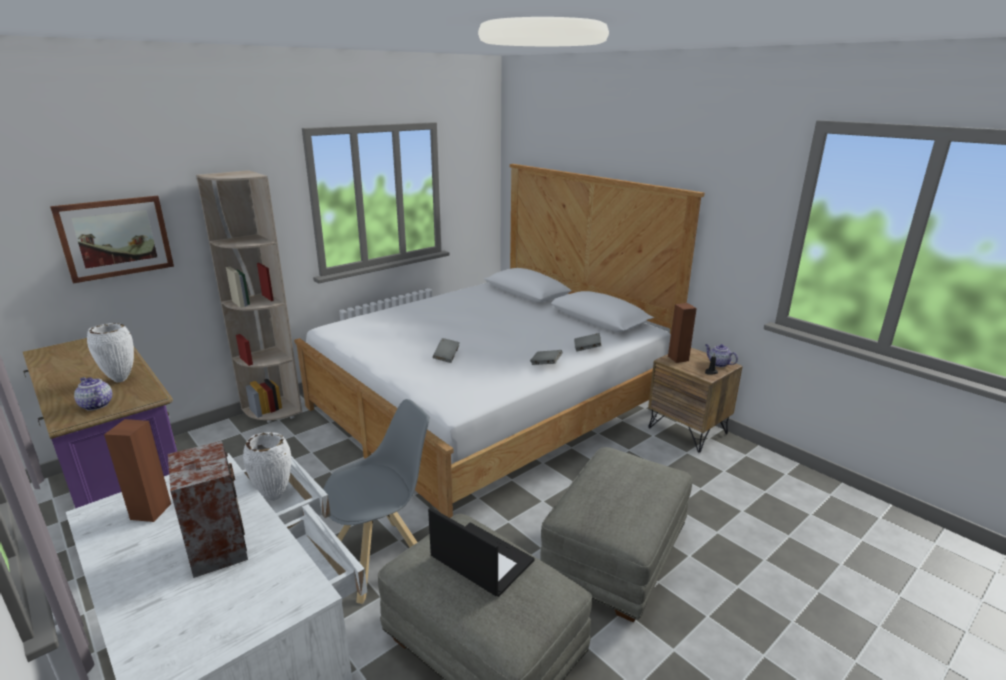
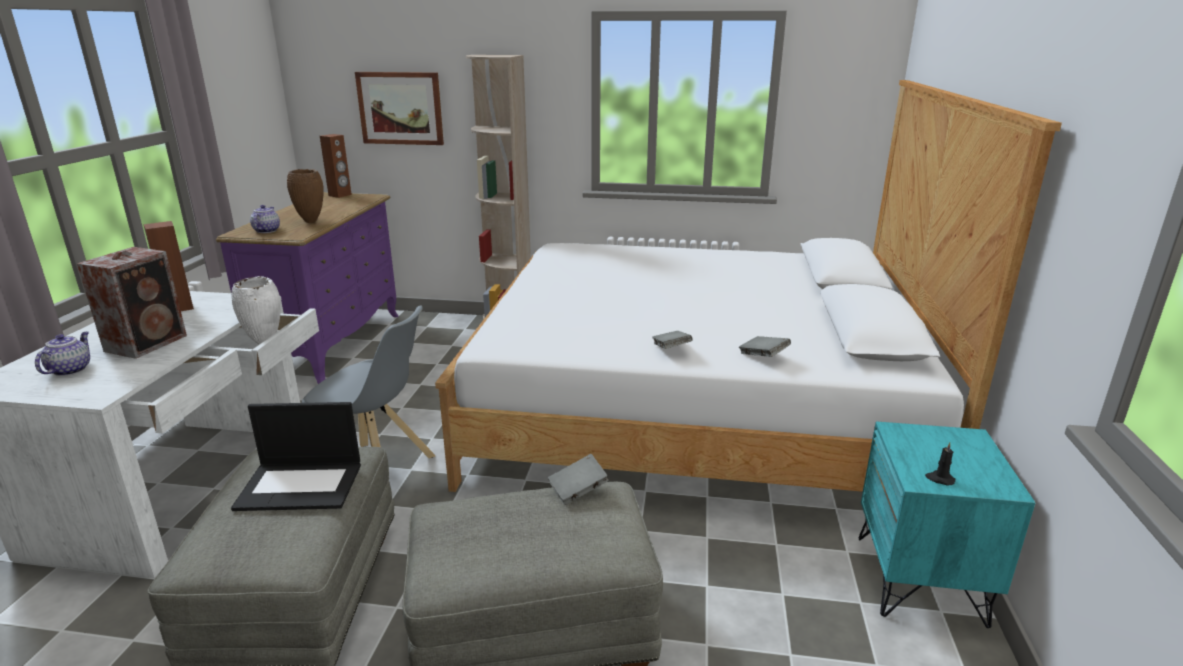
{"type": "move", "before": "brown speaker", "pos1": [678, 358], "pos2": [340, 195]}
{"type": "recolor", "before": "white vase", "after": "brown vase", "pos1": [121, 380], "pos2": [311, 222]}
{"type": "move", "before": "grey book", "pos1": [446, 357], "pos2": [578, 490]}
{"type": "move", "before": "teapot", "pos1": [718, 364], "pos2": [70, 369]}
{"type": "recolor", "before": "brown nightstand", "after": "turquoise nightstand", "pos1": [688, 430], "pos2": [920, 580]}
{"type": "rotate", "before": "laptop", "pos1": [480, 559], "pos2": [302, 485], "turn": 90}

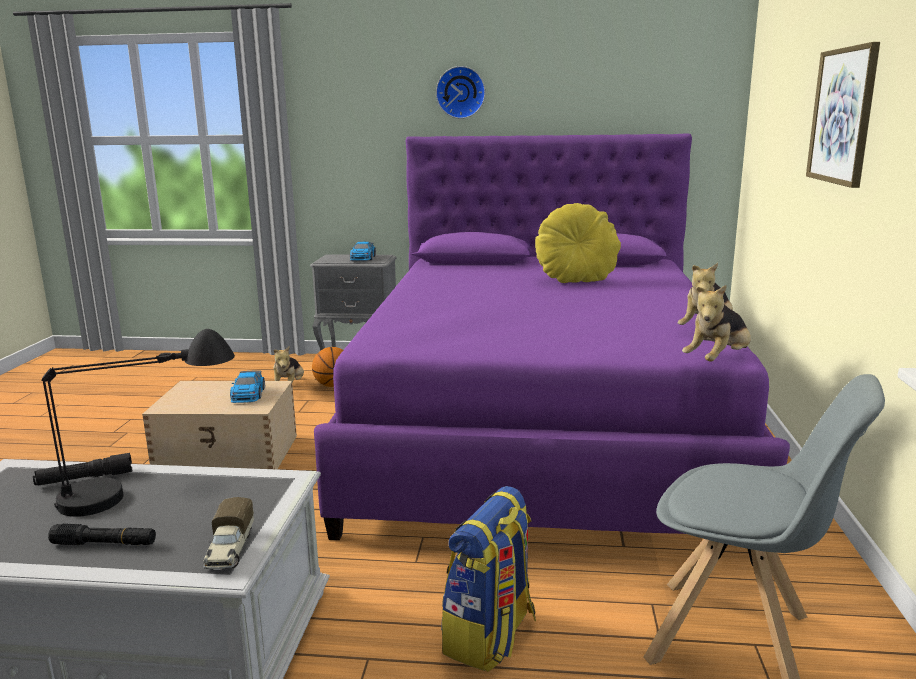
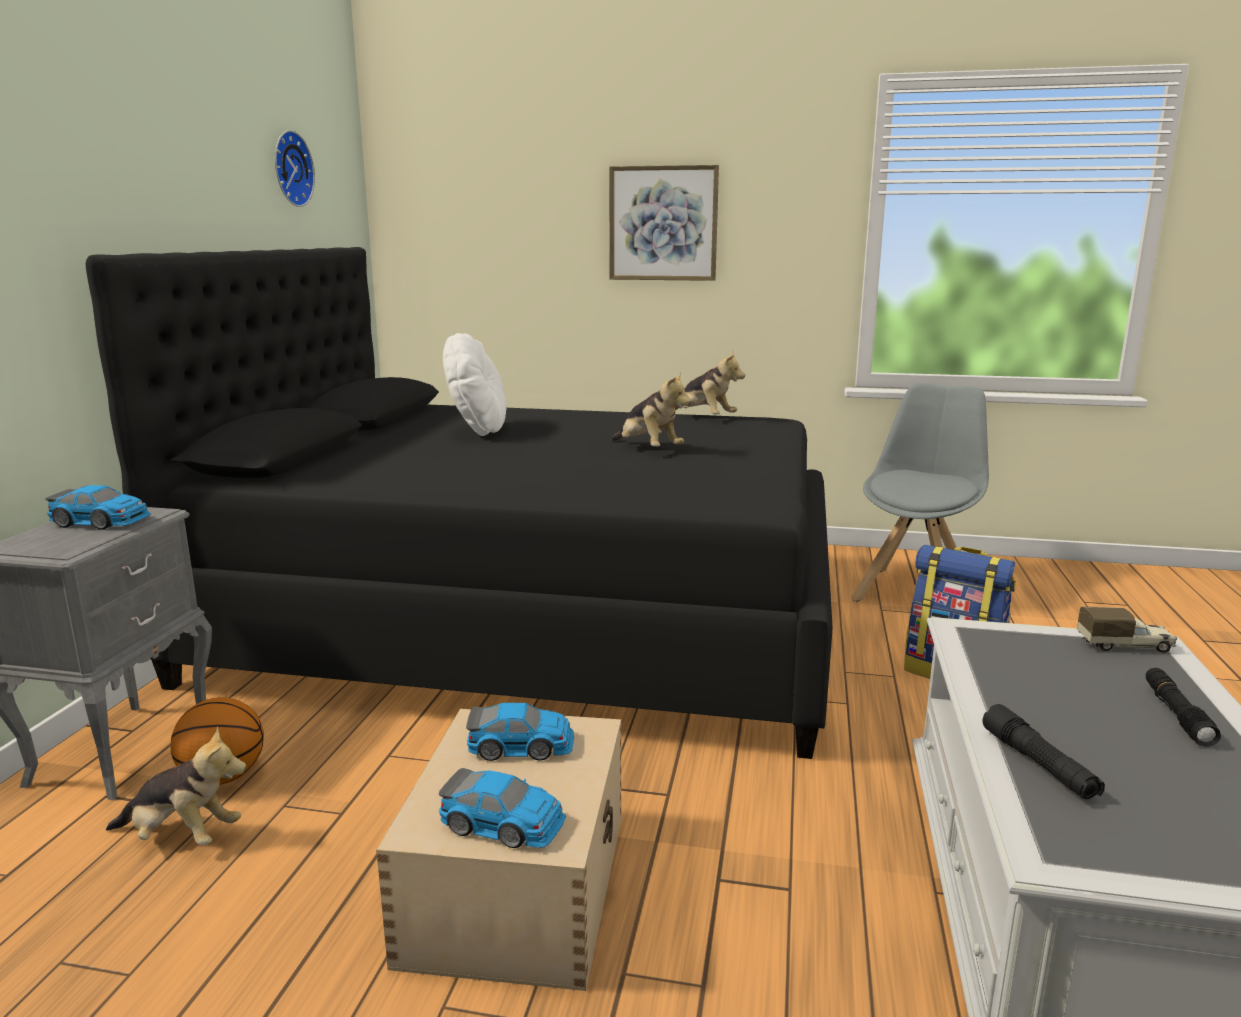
{"type": "move", "before": "wall clock", "pos1": [461, 92], "pos2": [289, 169]}
{"type": "recolor", "before": "purple bed", "after": "black bed", "pos1": [541, 430], "pos2": [535, 618]}
{"type": "recolor", "before": "yellow pillow", "after": "white pillow", "pos1": [576, 281], "pos2": [478, 432]}
{"type": "move", "before": "plush toy", "pos1": [718, 360], "pos2": [648, 450]}
{"type": "delete", "before": "black table lamp", "pos1": [149, 491]}
{"type": "insert", "after": "toy car", "pos2": [503, 824]}

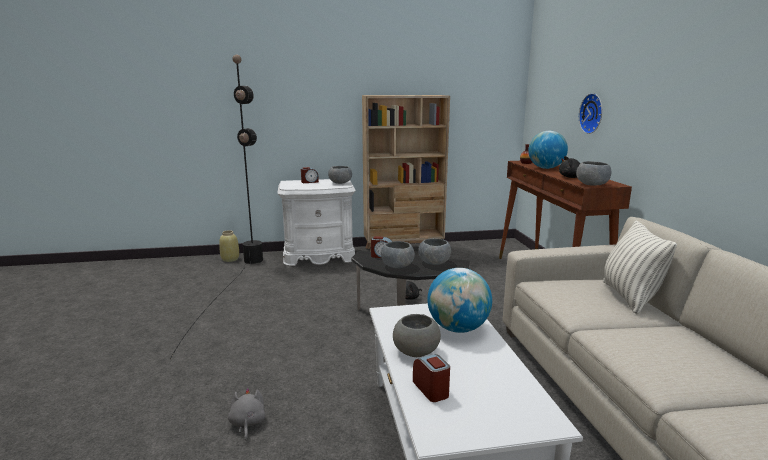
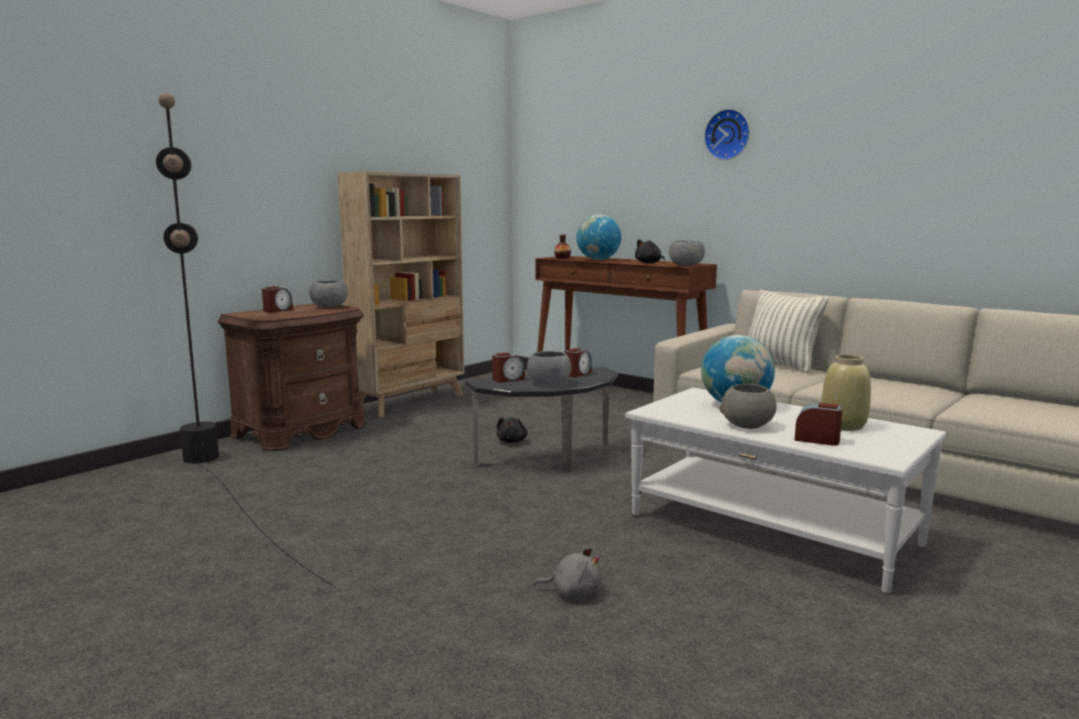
{"type": "move", "before": "wall clock", "pos1": [593, 113], "pos2": [728, 134]}
{"type": "recolor", "before": "white nightstand", "after": "brown nightstand", "pos1": [319, 257], "pos2": [305, 431]}
{"type": "move", "before": "beige vase", "pos1": [230, 259], "pos2": [843, 425]}
{"type": "replace", "before": "grey bowl", "after": "alarm clock", "pos1": [434, 262], "pos2": [577, 374]}
{"type": "rotate", "before": "grey plush toy", "pos1": [247, 423], "pos2": [573, 591], "turn": 150}

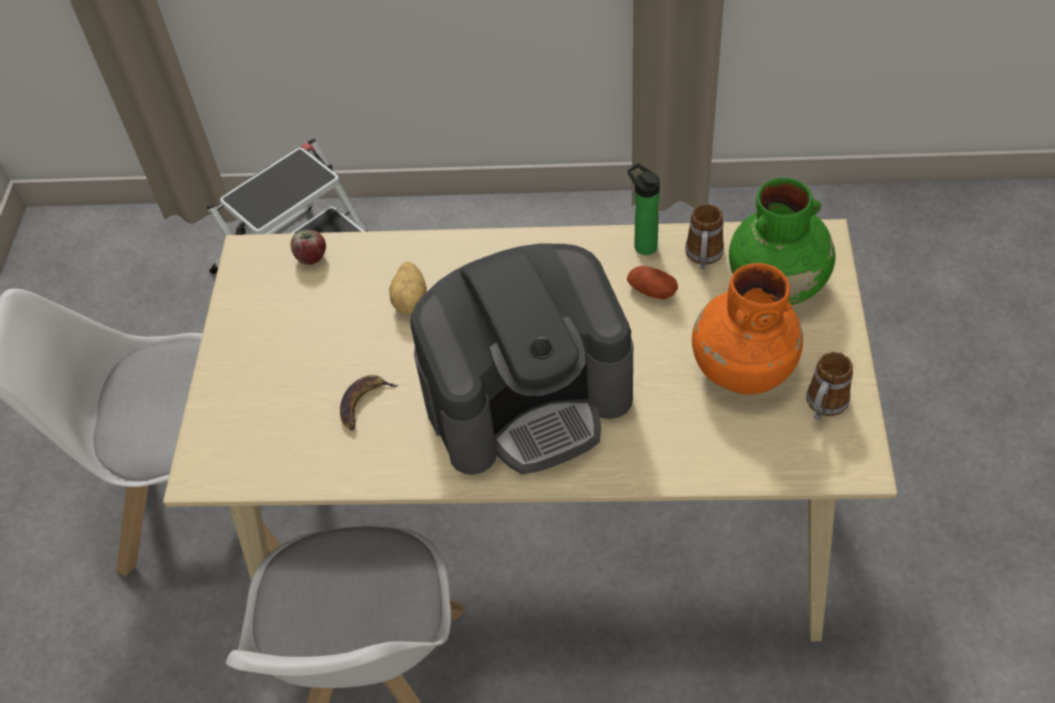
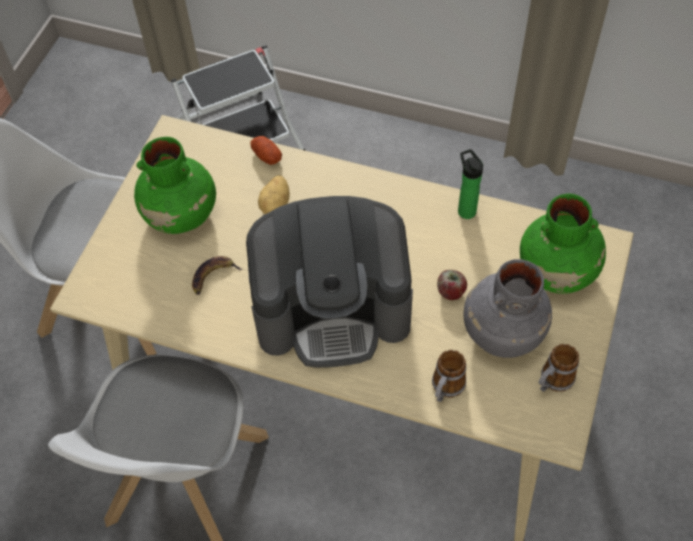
{"type": "move", "before": "mug", "pos1": [703, 258], "pos2": [445, 389]}
{"type": "move", "before": "apple", "pos1": [311, 257], "pos2": [451, 292]}
{"type": "recolor", "before": "orange vase", "after": "grey vase", "pos1": [742, 368], "pos2": [502, 332]}
{"type": "move", "before": "potato", "pos1": [651, 290], "pos2": [266, 156]}
{"type": "insert", "after": "green vase", "pos2": [181, 214]}

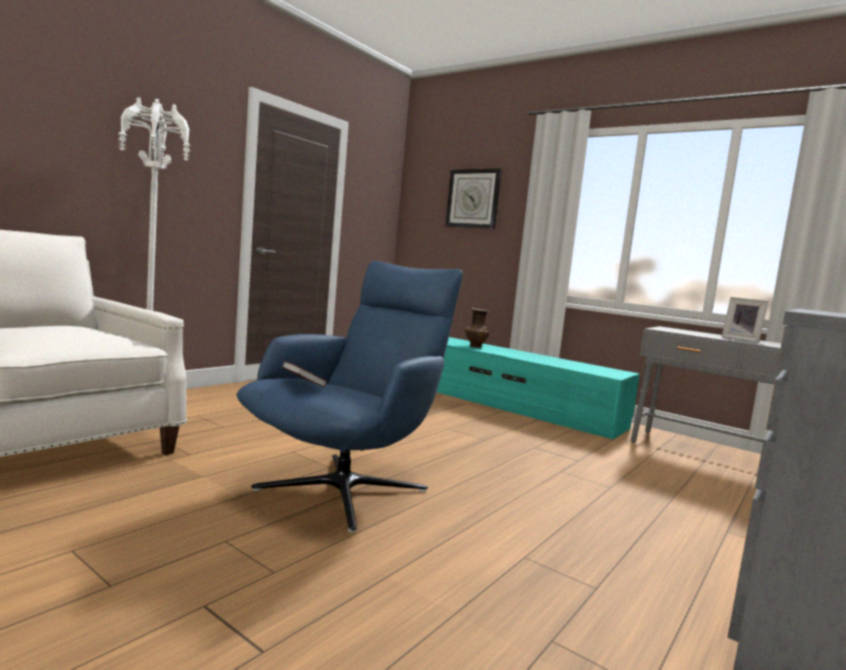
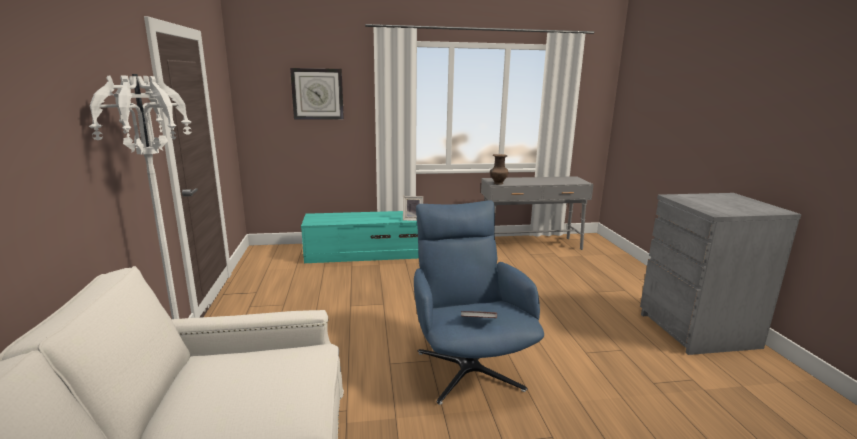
{"type": "move", "before": "picture frame", "pos1": [742, 339], "pos2": [413, 219]}
{"type": "move", "before": "brown vase", "pos1": [475, 346], "pos2": [498, 183]}

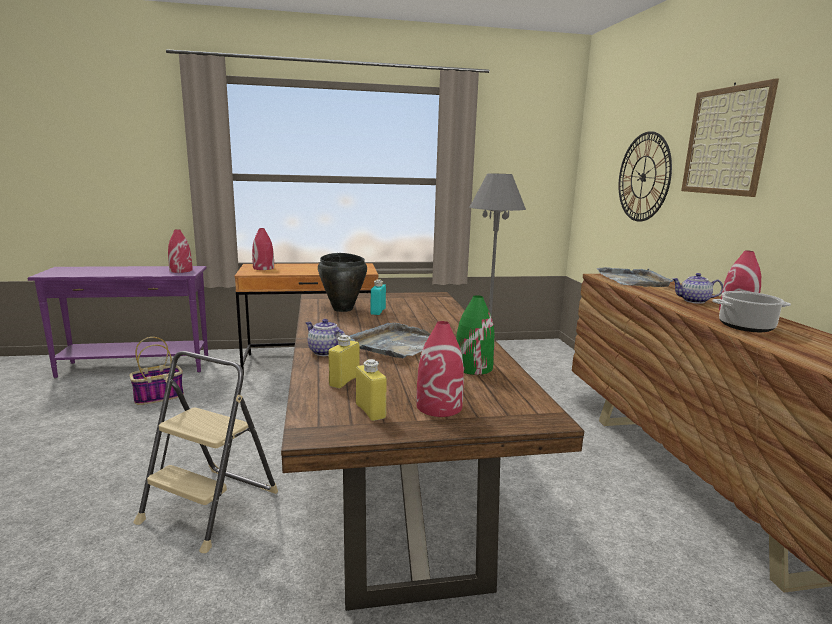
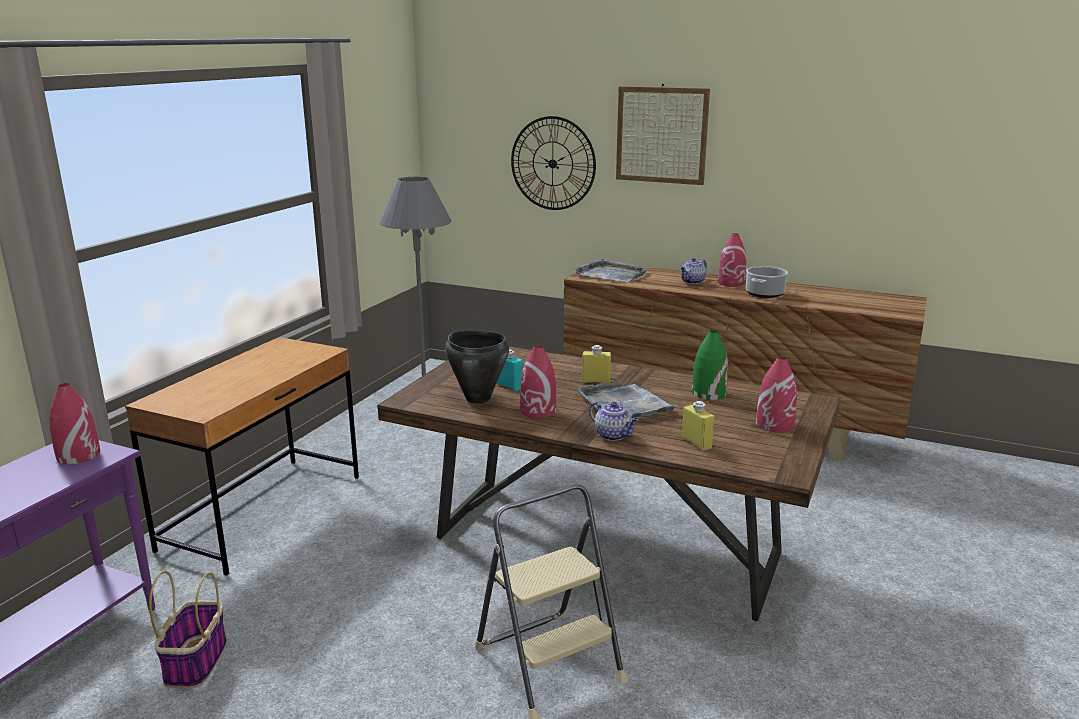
{"type": "move", "before": "red vase", "pos1": [263, 268], "pos2": [538, 411]}
{"type": "rotate", "before": "teapot", "pos1": [324, 352], "pos2": [613, 435], "turn": -120}
{"type": "move", "before": "yellow bottle", "pos1": [370, 411], "pos2": [596, 381]}

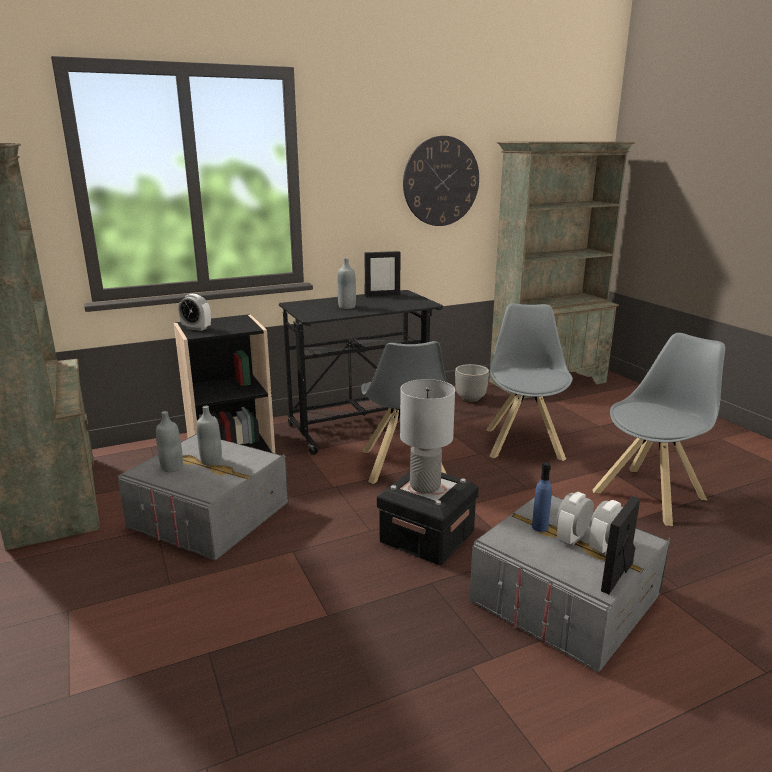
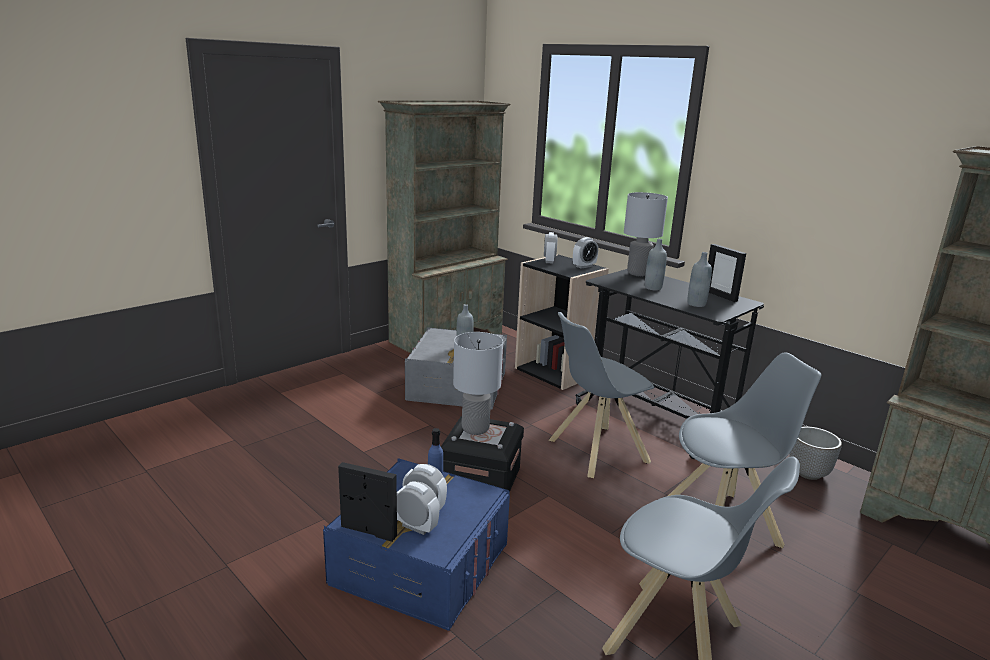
{"type": "delete", "before": "wall clock", "pos1": [441, 181]}
{"type": "move", "before": "grey bottle", "pos1": [172, 467], "pos2": [696, 304]}
{"type": "recolor", "before": "grey storage box", "after": "blue storage box", "pos1": [565, 599], "pos2": [420, 564]}
{"type": "insert", "after": "grey table lamp", "pos2": [637, 275]}
{"type": "insert", "after": "alarm clock", "pos2": [584, 266]}

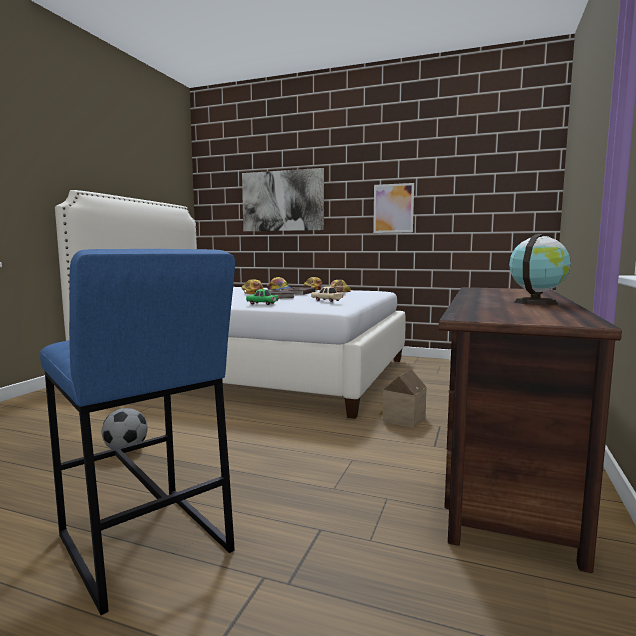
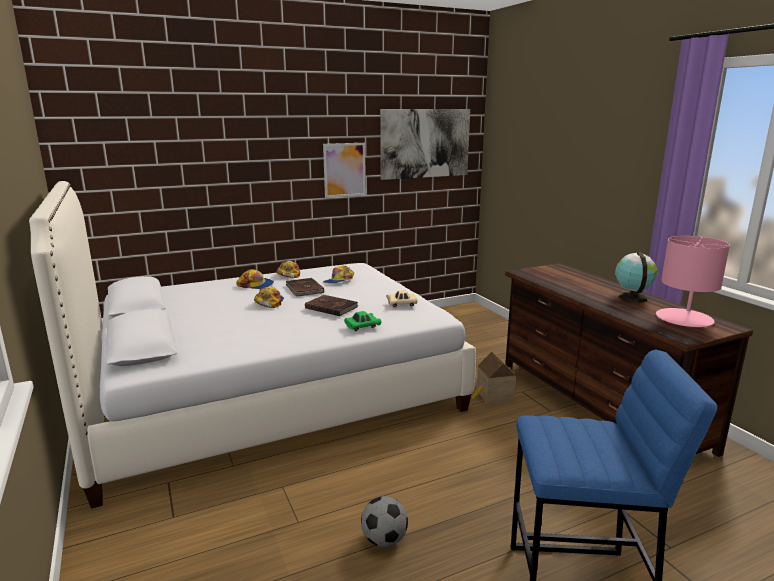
{"type": "move", "before": "picture", "pos1": [282, 201], "pos2": [425, 143]}
{"type": "insert", "after": "pink table lamp", "pos2": [684, 319]}

